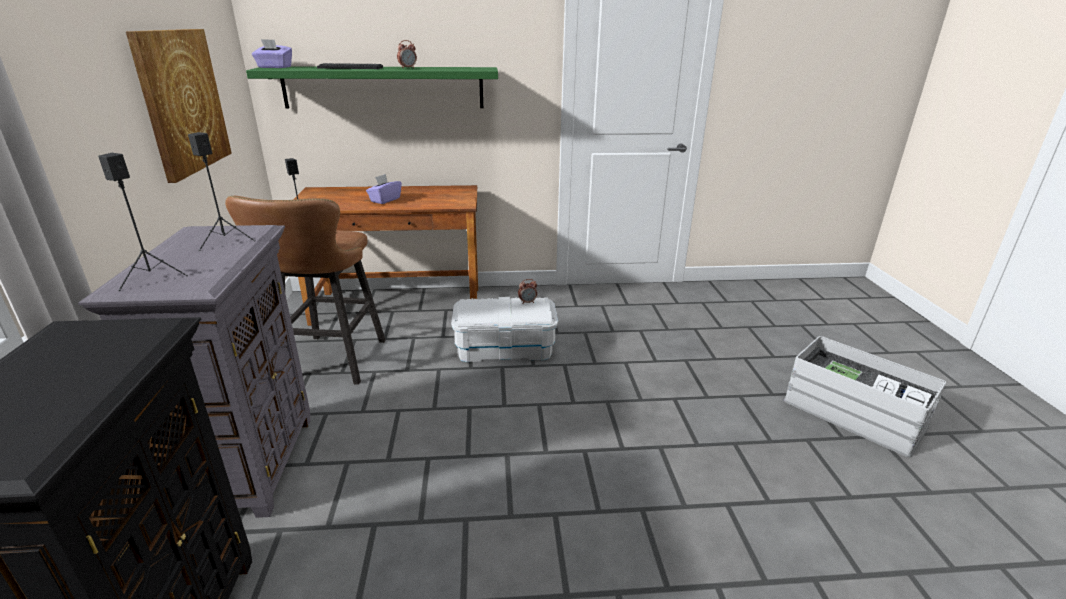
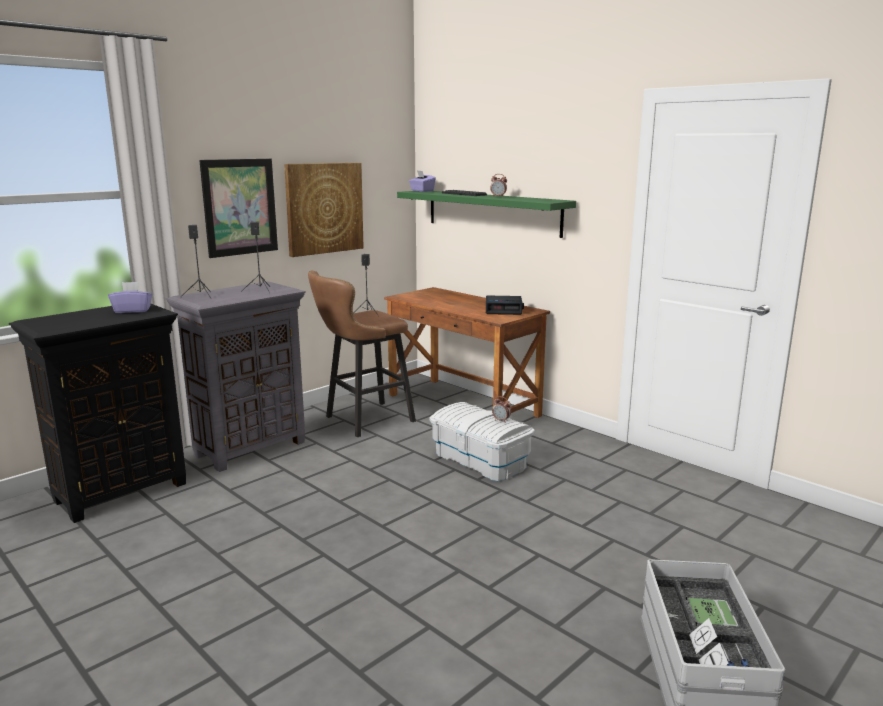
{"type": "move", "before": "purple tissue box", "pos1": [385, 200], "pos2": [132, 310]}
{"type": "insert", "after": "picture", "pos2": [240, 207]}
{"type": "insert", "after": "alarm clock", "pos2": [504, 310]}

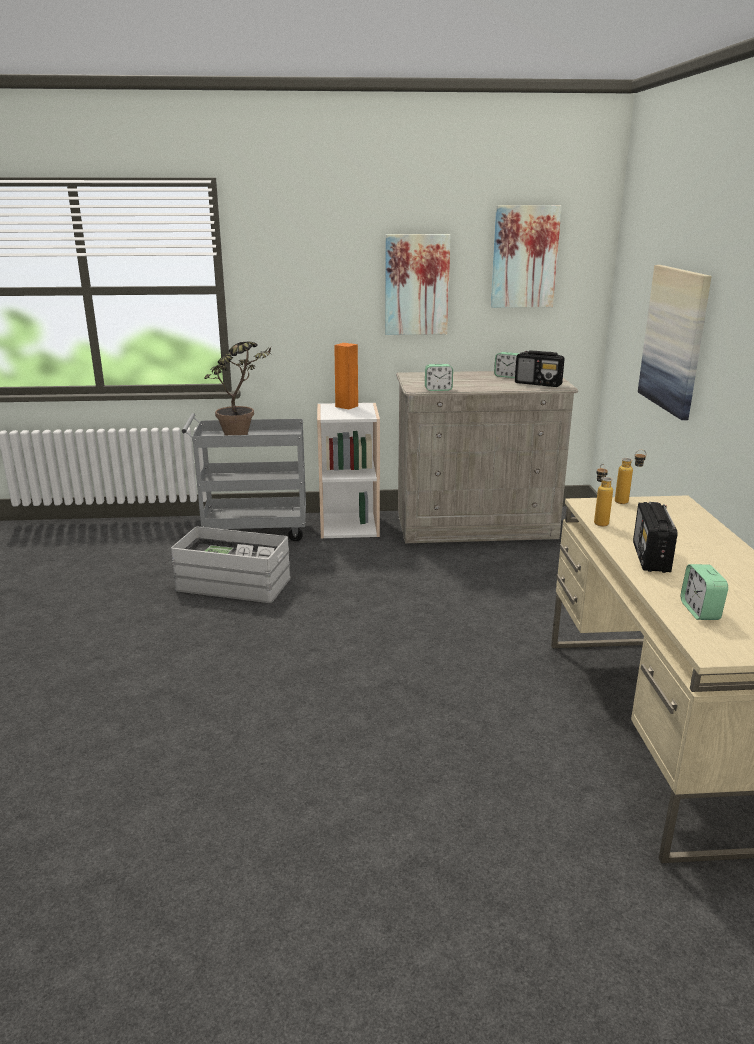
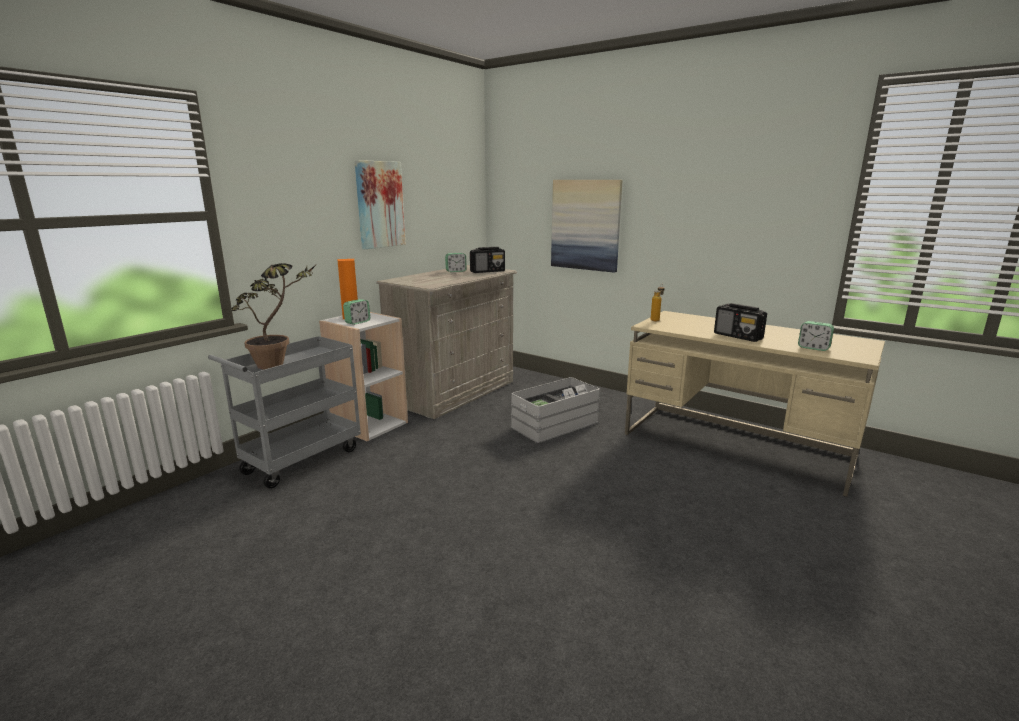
{"type": "delete", "before": "picture", "pos1": [524, 257]}
{"type": "move", "before": "alarm clock", "pos1": [438, 389], "pos2": [357, 322]}
{"type": "delete", "before": "bottle", "pos1": [599, 521]}
{"type": "move", "before": "grey storage box", "pos1": [234, 583], "pos2": [554, 424]}

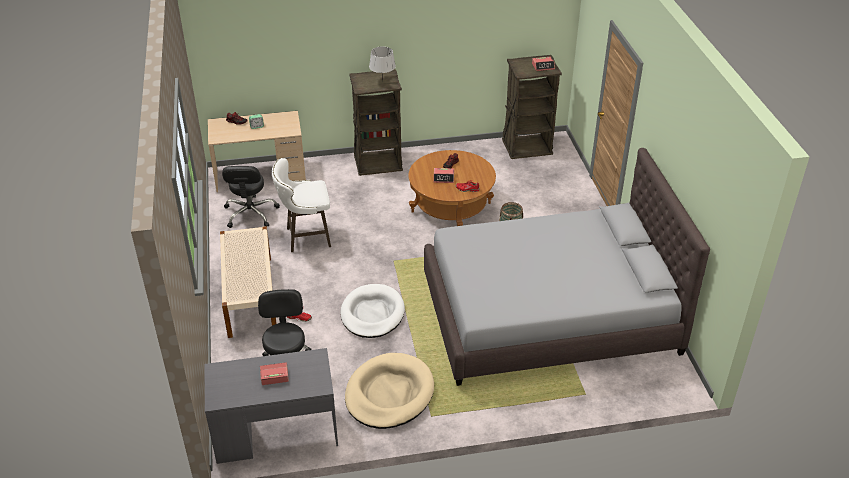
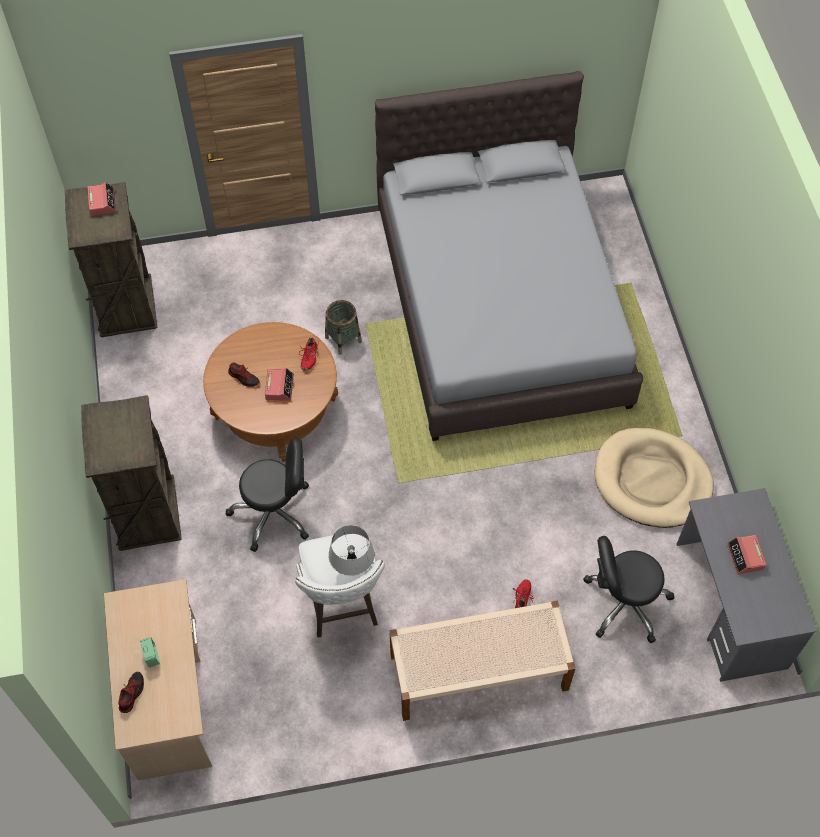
{"type": "move", "before": "grey table lamp", "pos1": [382, 81], "pos2": [352, 566]}
{"type": "move", "before": "black office chair", "pos1": [250, 215], "pos2": [276, 512]}
{"type": "delete", "before": "white dog bed", "pos1": [372, 314]}

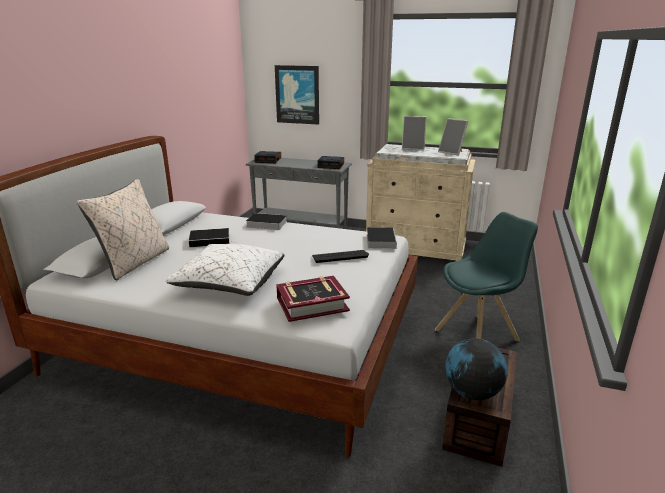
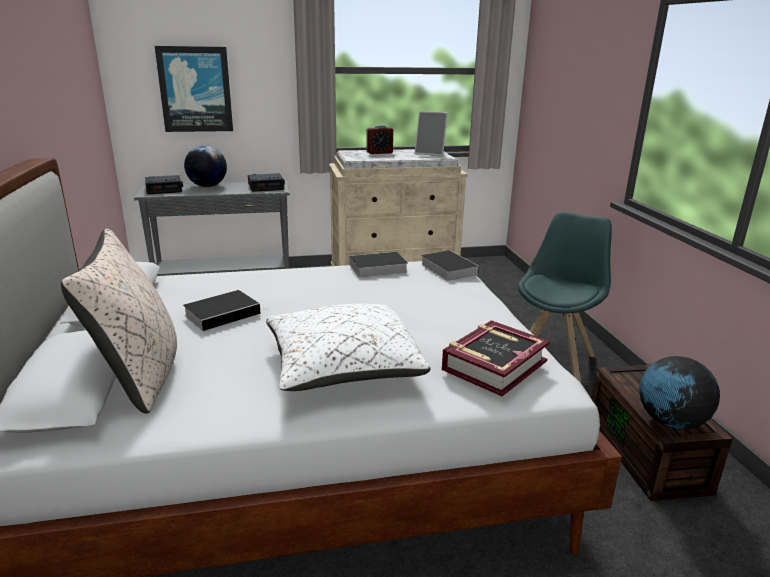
{"type": "replace", "before": "picture frame", "after": "alarm clock", "pos1": [413, 148], "pos2": [379, 152]}
{"type": "move", "before": "book", "pos1": [265, 224], "pos2": [376, 268]}
{"type": "delete", "before": "keyboard", "pos1": [340, 256]}
{"type": "insert", "after": "globe", "pos2": [207, 186]}

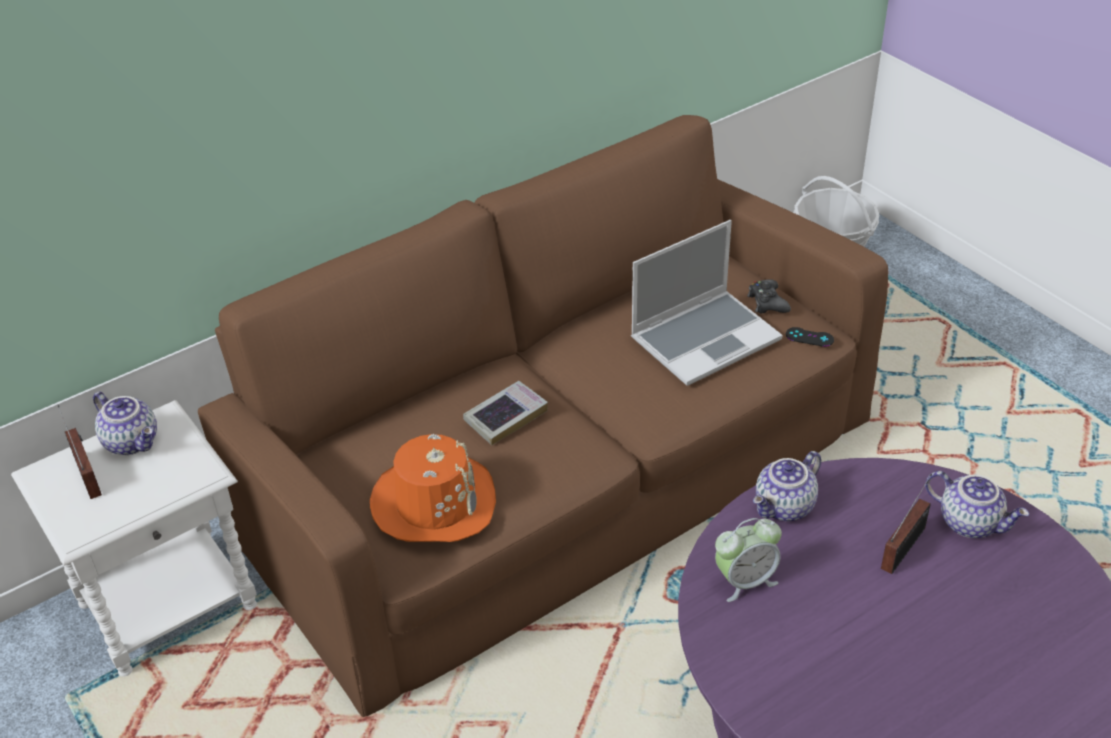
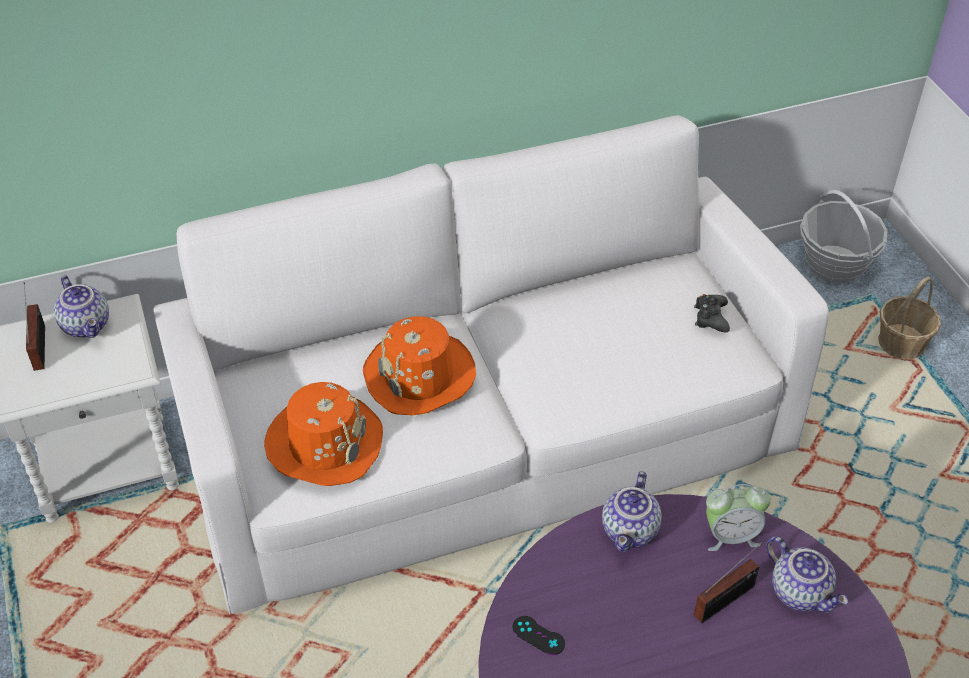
{"type": "recolor", "before": "brown sofa", "after": "white sofa", "pos1": [560, 474], "pos2": [485, 430]}
{"type": "delete", "before": "laptop", "pos1": [705, 338]}
{"type": "move", "before": "black game controller", "pos1": [809, 337], "pos2": [538, 635]}
{"type": "replace", "before": "book", "after": "orange hat", "pos1": [506, 417], "pos2": [420, 376]}
{"type": "rotate", "before": "teapot", "pos1": [785, 507], "pos2": [631, 531], "turn": -45}
{"type": "move", "before": "alarm clock", "pos1": [745, 581], "pos2": [731, 536]}
{"type": "insert", "after": "basket", "pos2": [901, 343]}

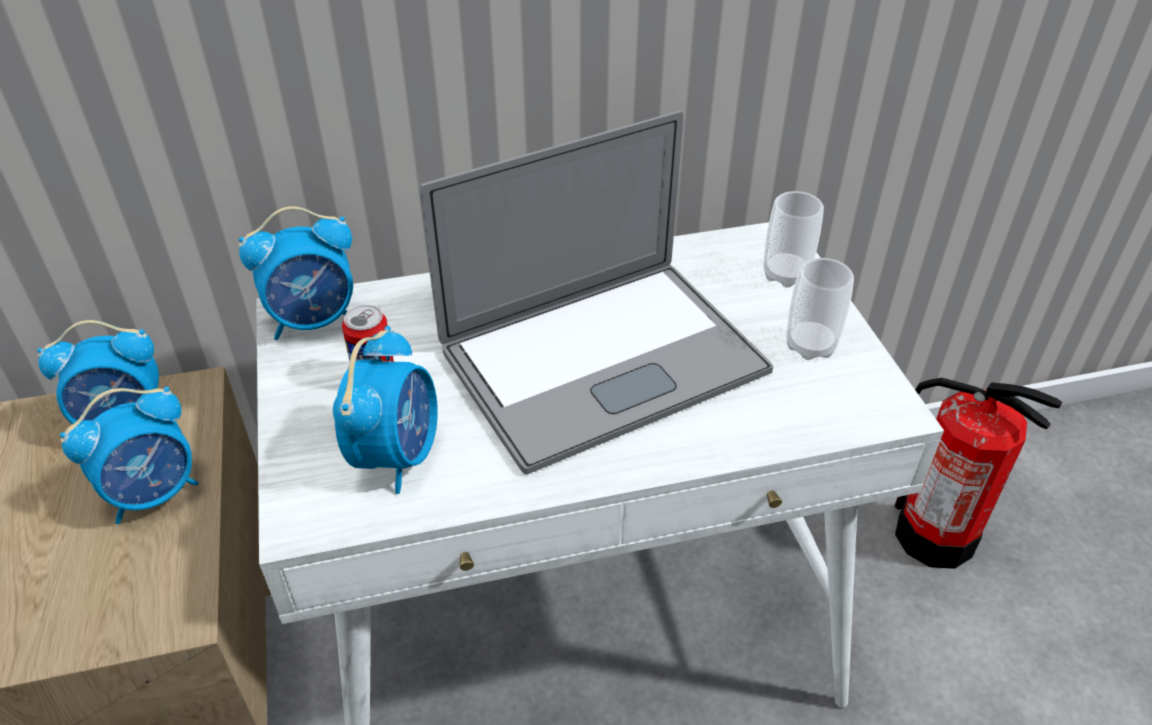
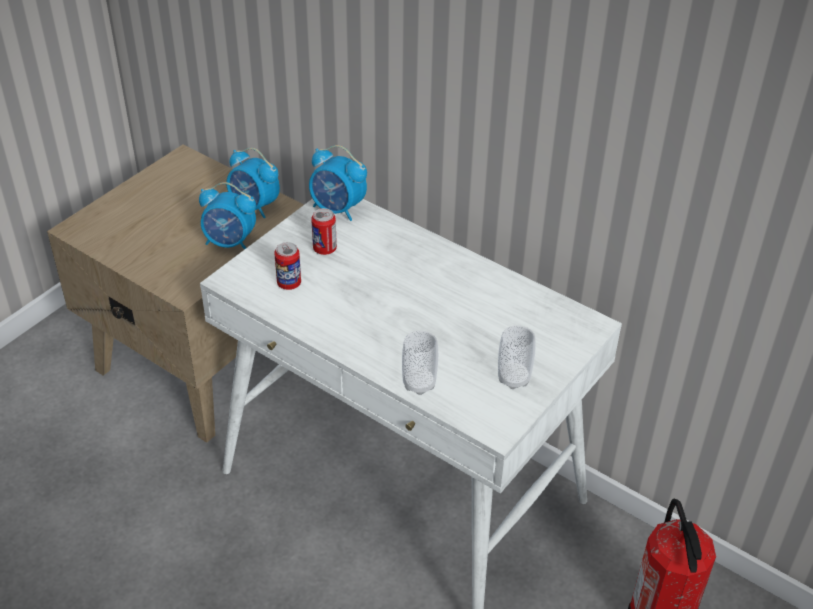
{"type": "delete", "before": "laptop", "pos1": [603, 360]}
{"type": "move", "before": "cup", "pos1": [785, 274], "pos2": [419, 384]}
{"type": "replace", "before": "alarm clock", "after": "can", "pos1": [397, 455], "pos2": [289, 283]}

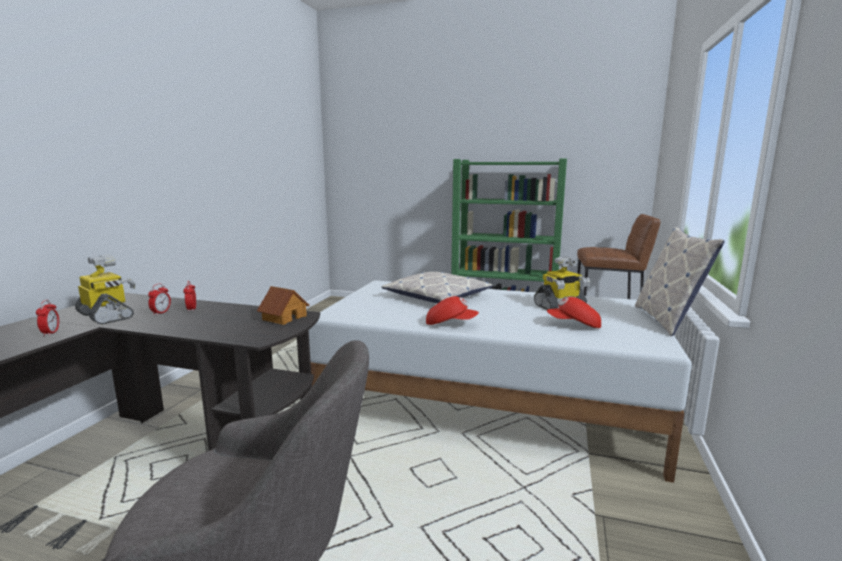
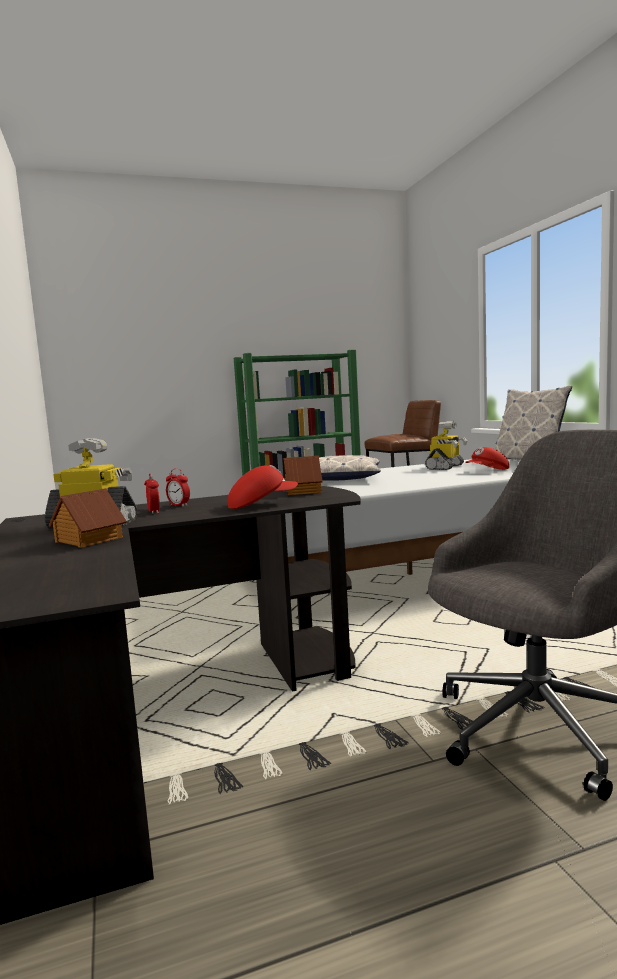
{"type": "move", "before": "red cap", "pos1": [450, 324], "pos2": [262, 504]}
{"type": "replace", "before": "alarm clock", "after": "toy house", "pos1": [51, 333], "pos2": [88, 539]}

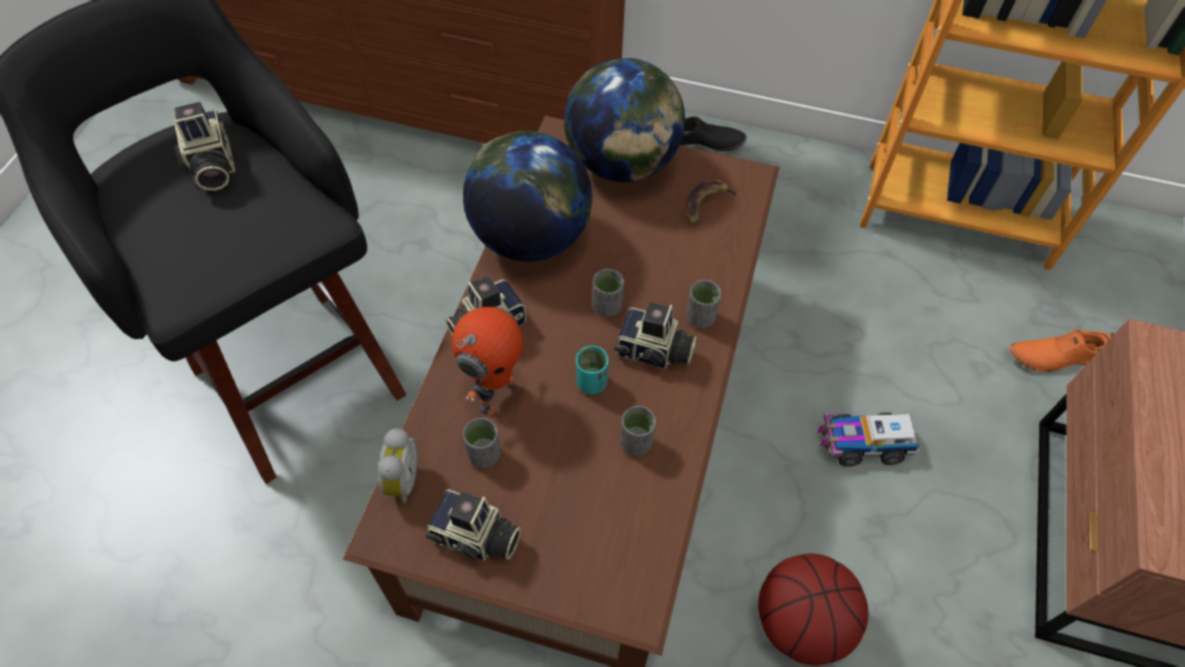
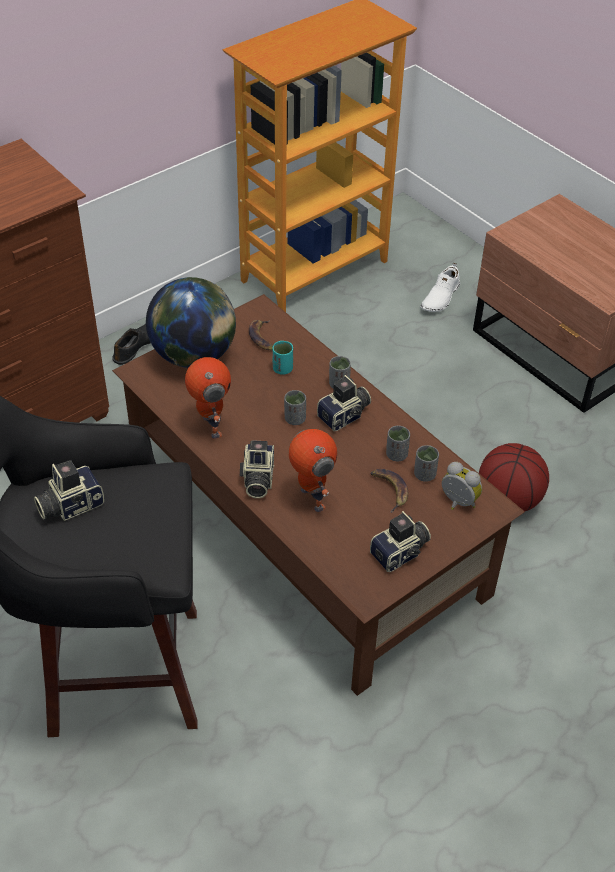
{"type": "rotate", "before": "photo camera", "pos1": [211, 166], "pos2": [70, 504], "turn": 135}
{"type": "replace", "before": "globe", "after": "toy robot", "pos1": [530, 238], "pos2": [210, 426]}
{"type": "recolor", "before": "orange shoe", "after": "white shoe", "pos1": [1054, 356], "pos2": [440, 297]}
{"type": "move", "before": "turquoise cup", "pos1": [591, 382], "pos2": [282, 369]}
{"type": "delete", "before": "toy truck", "pos1": [862, 444]}
{"type": "move", "before": "grey cup", "pos1": [484, 454], "pos2": [424, 474]}
{"type": "move", "before": "alarm clock", "pos1": [400, 480], "pos2": [457, 503]}
{"type": "insert", "after": "banana", "pos2": [389, 490]}

